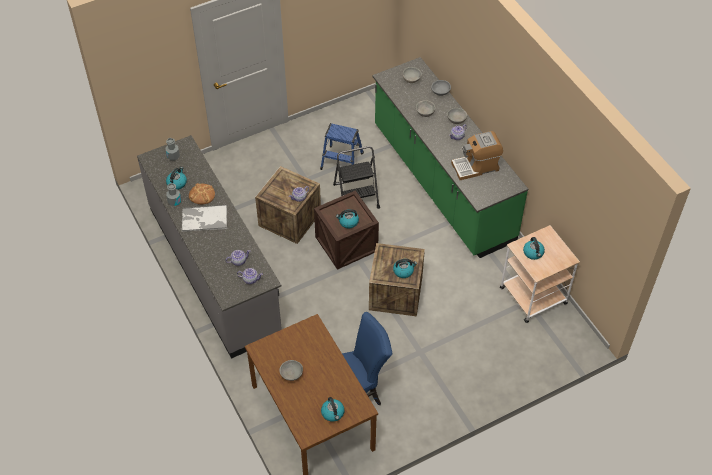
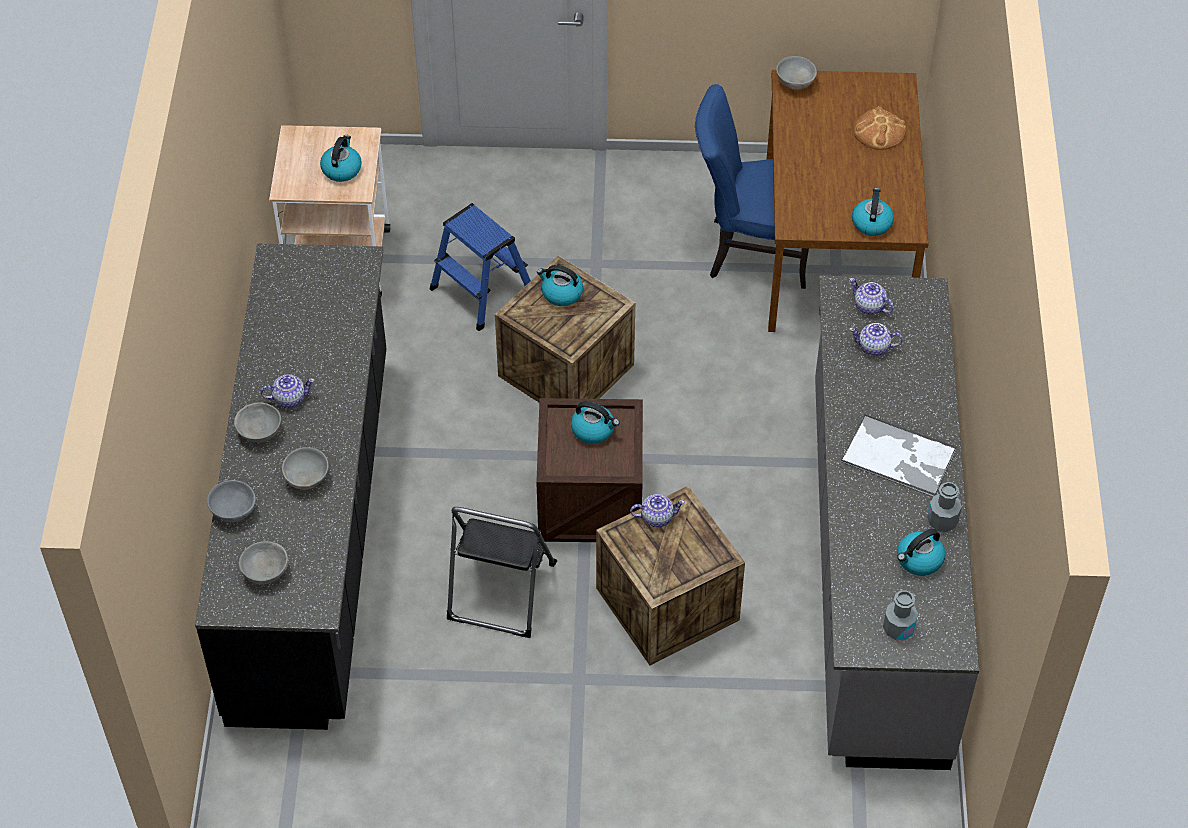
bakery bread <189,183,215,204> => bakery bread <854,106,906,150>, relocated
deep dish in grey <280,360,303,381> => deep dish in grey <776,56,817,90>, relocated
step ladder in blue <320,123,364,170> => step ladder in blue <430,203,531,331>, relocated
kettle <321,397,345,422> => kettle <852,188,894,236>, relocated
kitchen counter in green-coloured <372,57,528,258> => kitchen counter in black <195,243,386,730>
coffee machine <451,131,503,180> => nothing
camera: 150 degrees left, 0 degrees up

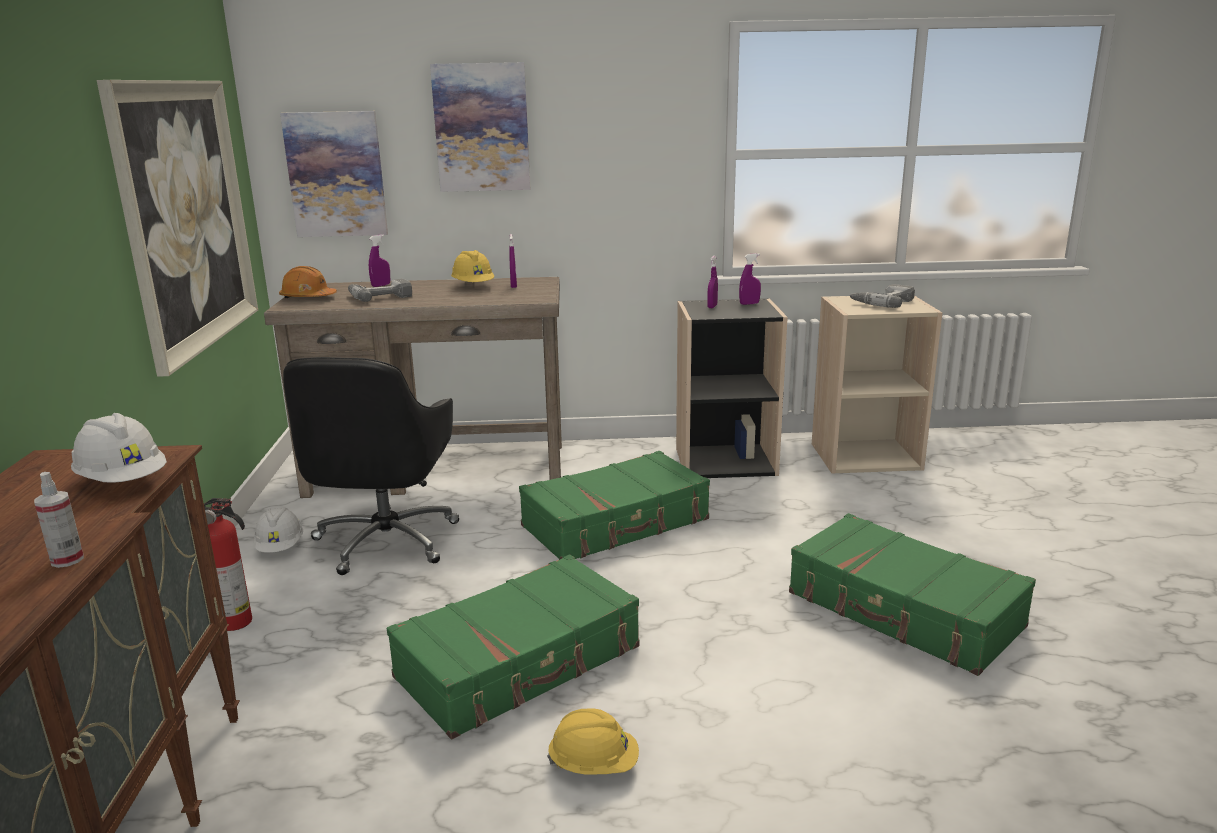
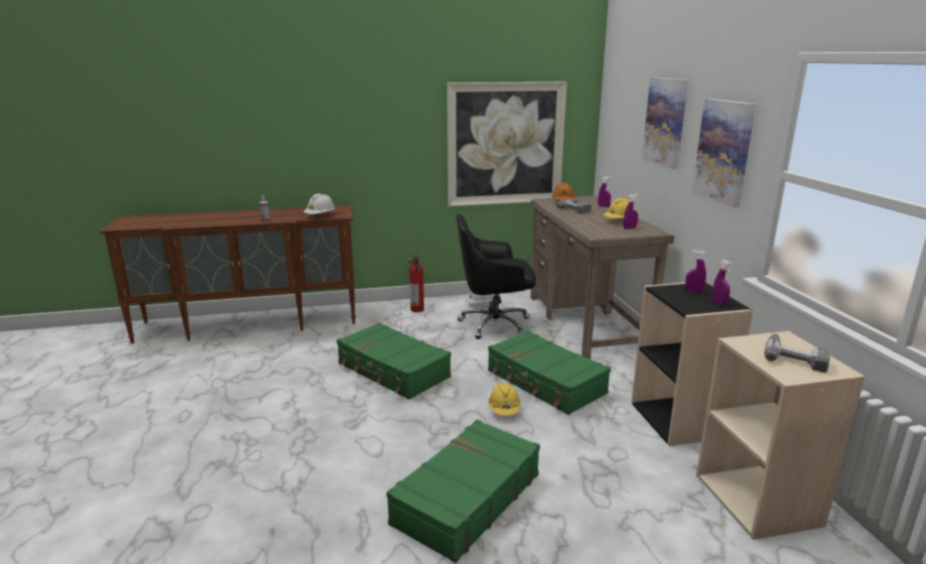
wall art <280,111,388,237> => wall art <692,99,756,207>, relocated
hard hat in yellow <547,709,639,775> => hard hat in yellow <488,383,520,416>, relocated
camera: 80 degrees right, 0 degrees up

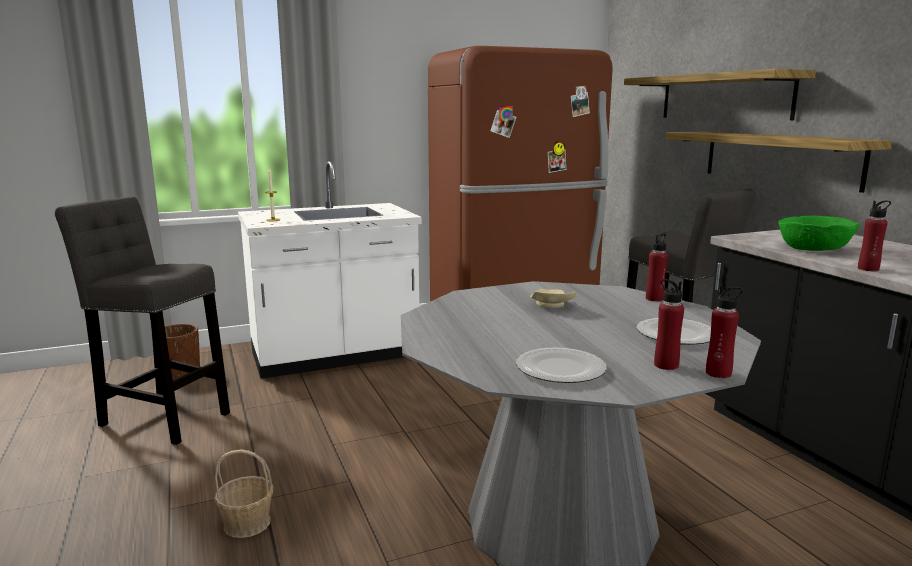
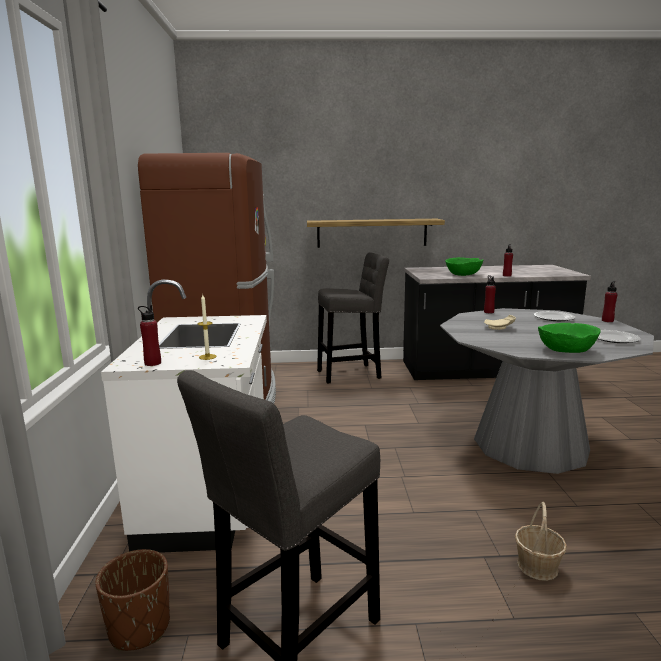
bracket shelf <624,69,816,120> => nothing
drink bottle in red <654,279,684,370> => drink bottle in red <138,305,161,366>, relocated
nothing => deep dish in green-coloured <538,323,601,353>
camera: 70 degrees left, 0 degrees up

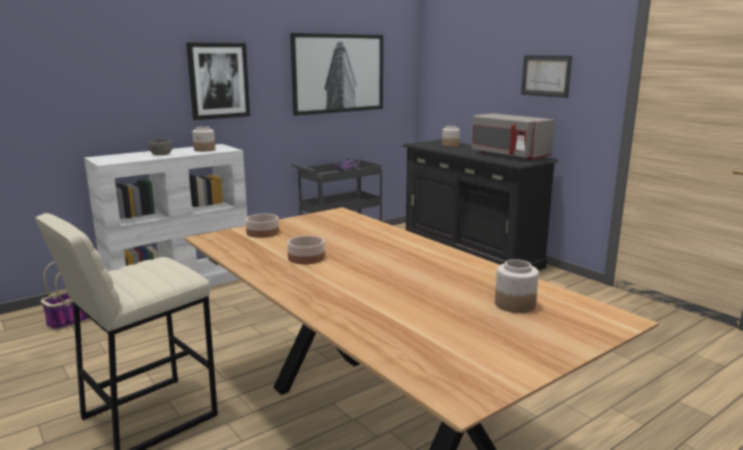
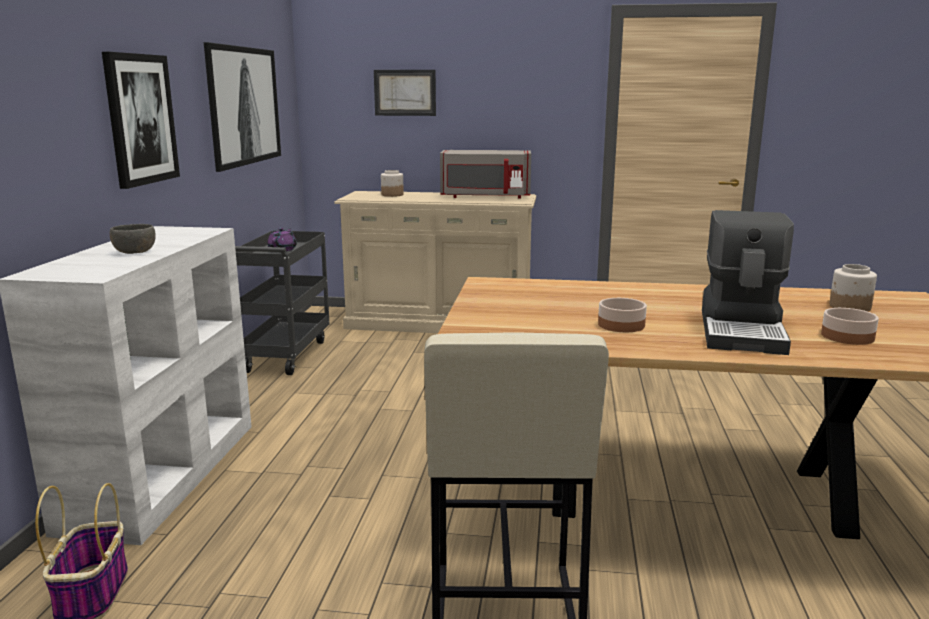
preserve jar <192,126,215,152> => nothing
deep dish <245,214,279,238> => deep dish <821,308,879,345>, relocated
cabinet in black <402,140,558,271> => cabinet in sand-coloured <334,191,536,333>
wall art <521,55,572,98> => wall art <374,70,436,116>, relocated
nothing => coffee machine <702,210,794,355>
camera: 45 degrees left, 0 degrees up

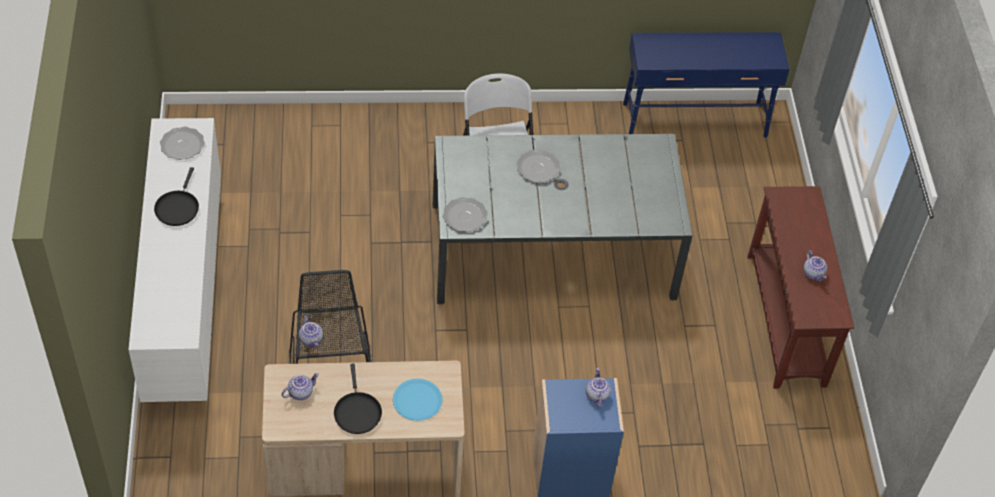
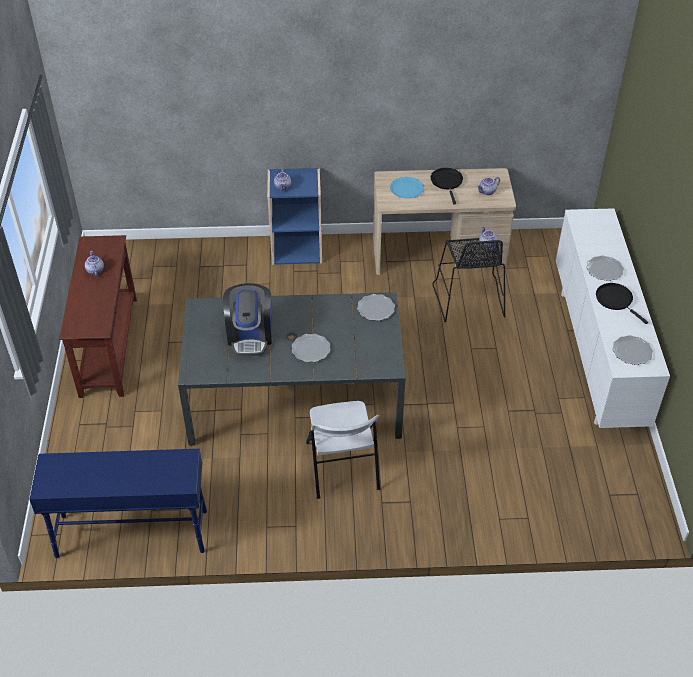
frying pan in black <154,167,199,226> => frying pan in black <596,283,648,324>, 45 degrees counterclockwise
nothing => coffee machine <223,283,272,356>
nothing => dinner plate <586,256,624,281>
camera: 175 degrees left, 5 degrees down

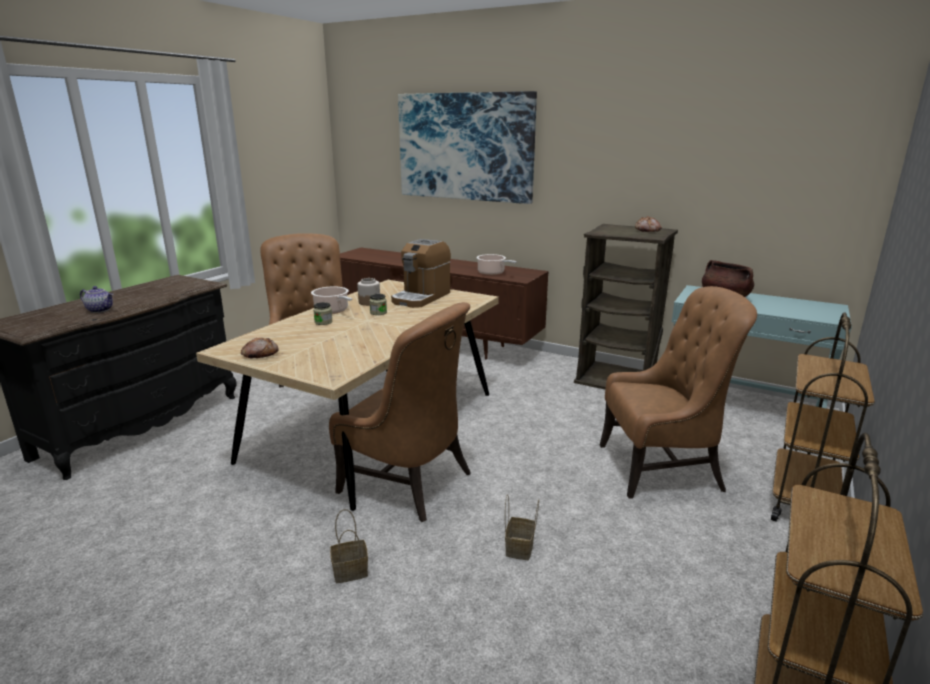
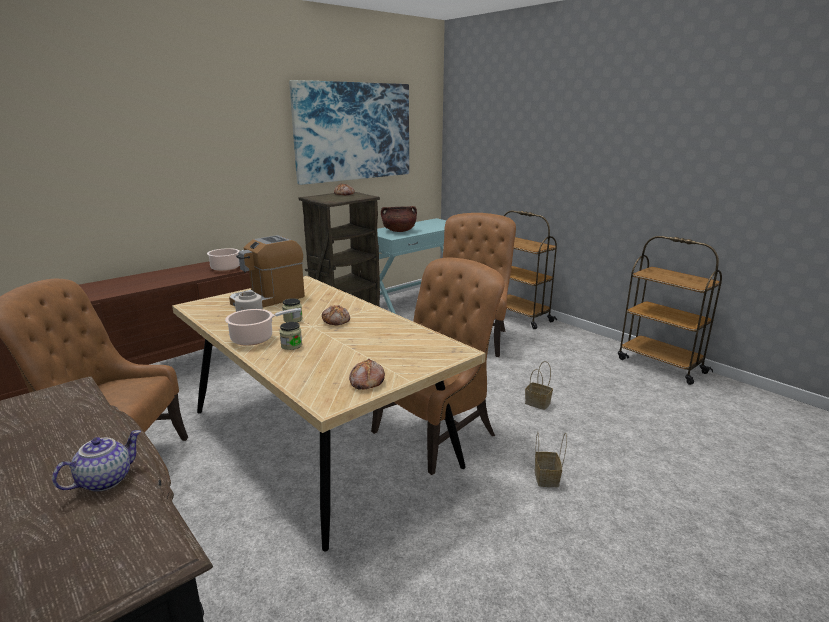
coffee machine <391,239,451,308> => coffee machine <229,235,305,307>, 90 degrees clockwise
wall art <398,91,537,204> => wall art <289,80,409,185>, relocated
nothing => bakery bread <322,305,350,326>
camera: 70 degrees left, 0 degrees up

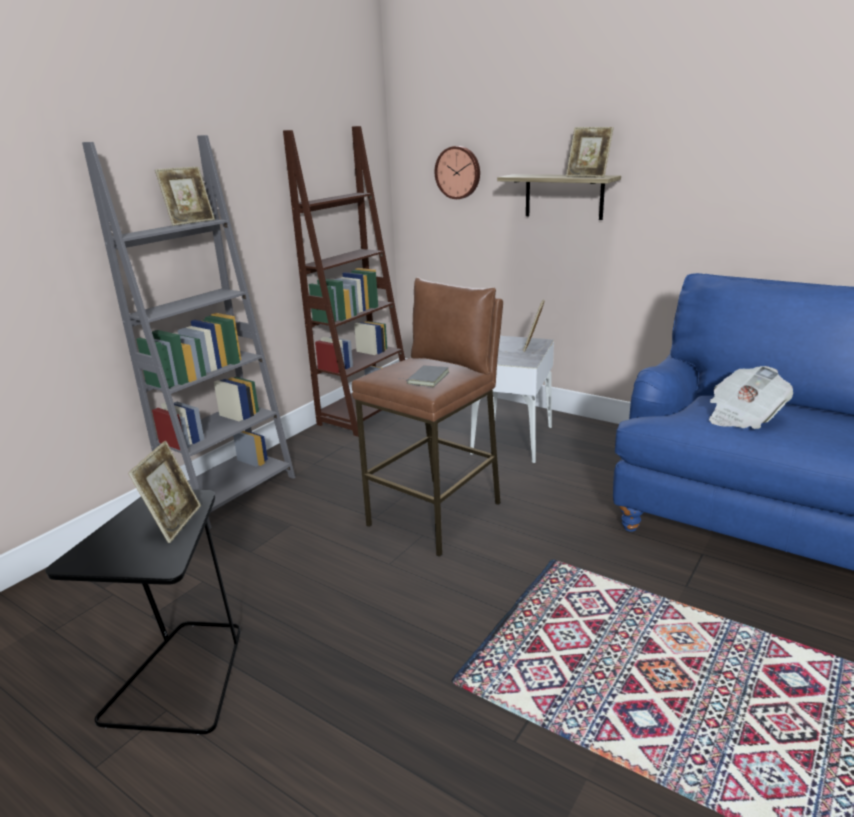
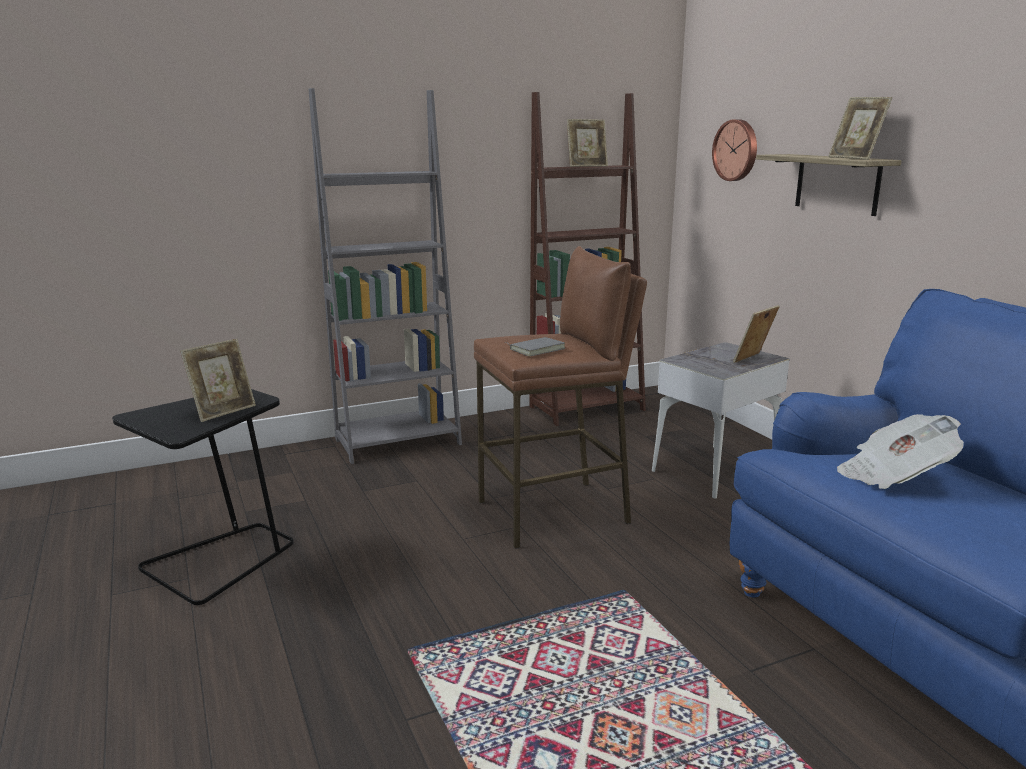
standing frame <155,167,215,226> => standing frame <567,119,608,167>, relocated
camera: 30 degrees right, 5 degrees down

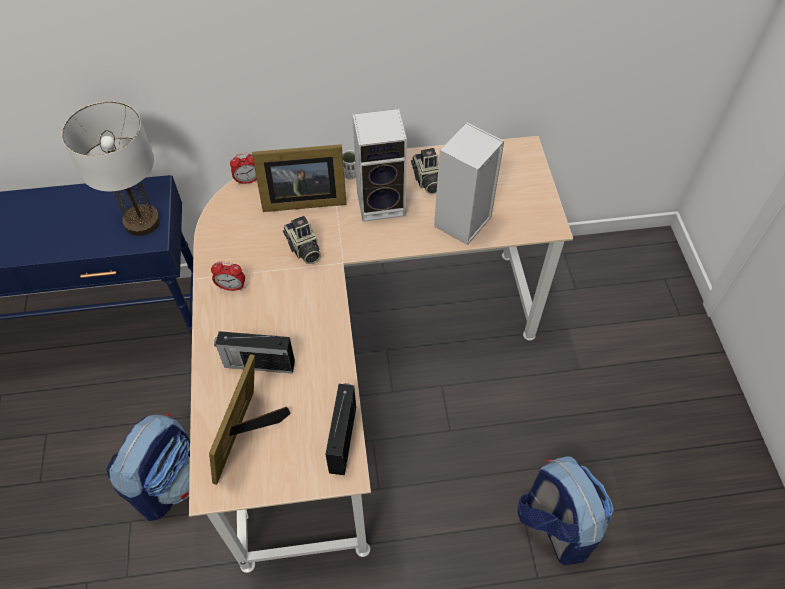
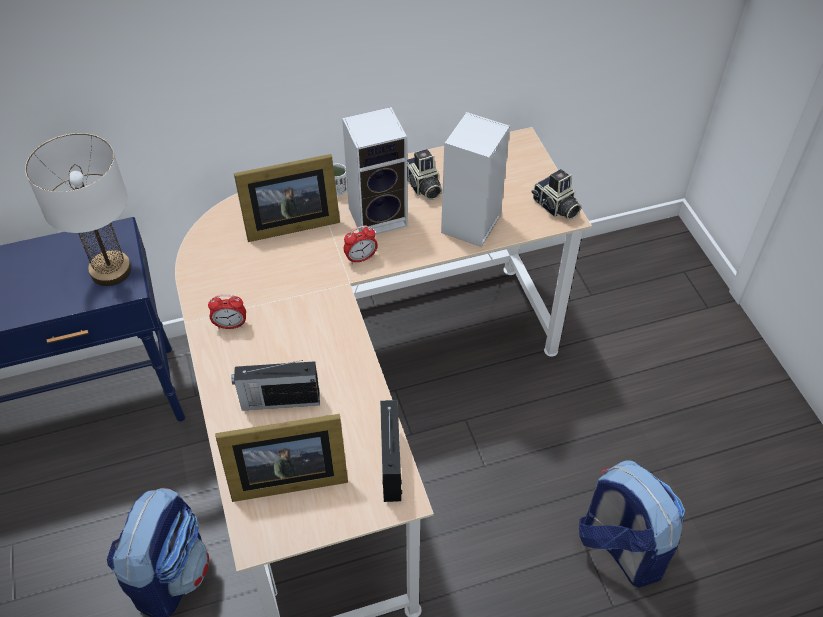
standing frame <209,354,291,485> => standing frame <215,414,348,502>, 105 degrees counterclockwise
bedside clock <230,153,257,185> => bedside clock <344,226,378,264>, relocated
photo camera <283,216,321,264> => photo camera <531,169,581,220>, relocated
camera: 10 degrees left, 5 degrees down

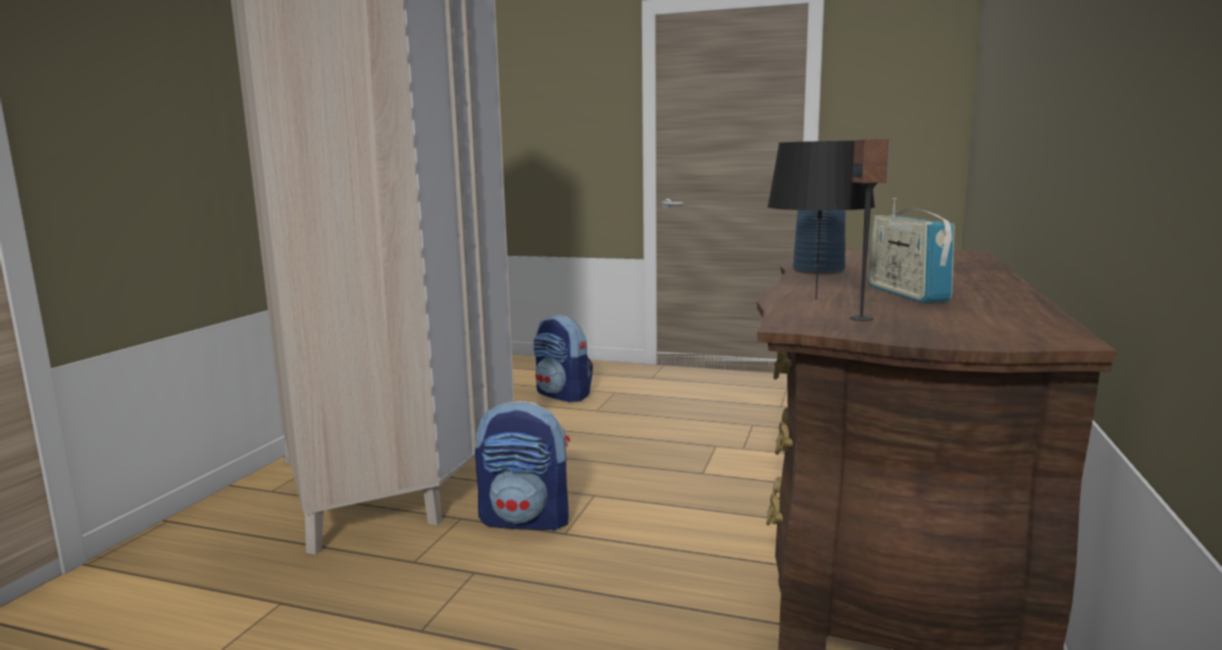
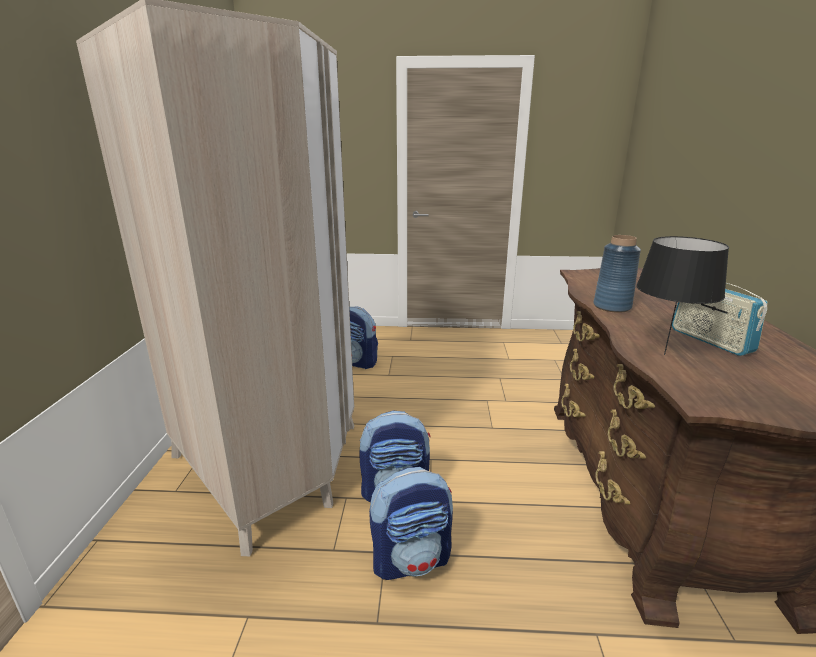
speaker <849,139,890,321> => nothing
nothing => backpack <369,467,453,580>
camera: 15 degrees left, 10 degrees up

